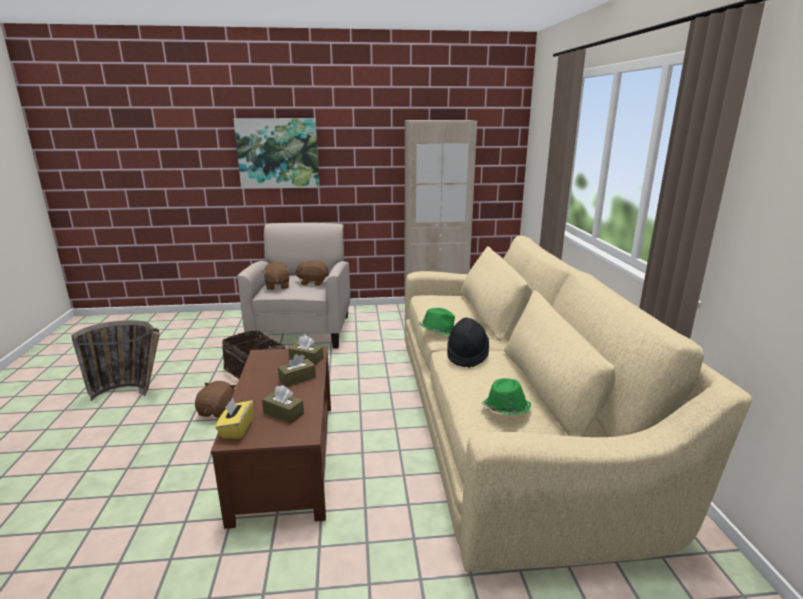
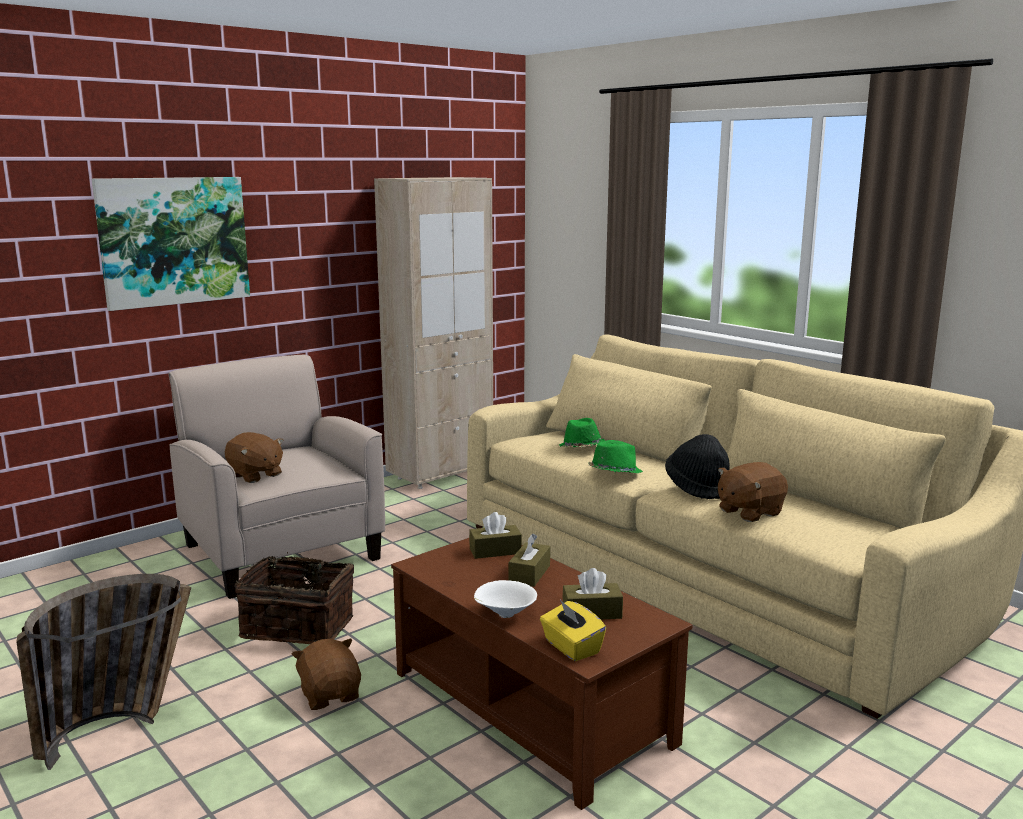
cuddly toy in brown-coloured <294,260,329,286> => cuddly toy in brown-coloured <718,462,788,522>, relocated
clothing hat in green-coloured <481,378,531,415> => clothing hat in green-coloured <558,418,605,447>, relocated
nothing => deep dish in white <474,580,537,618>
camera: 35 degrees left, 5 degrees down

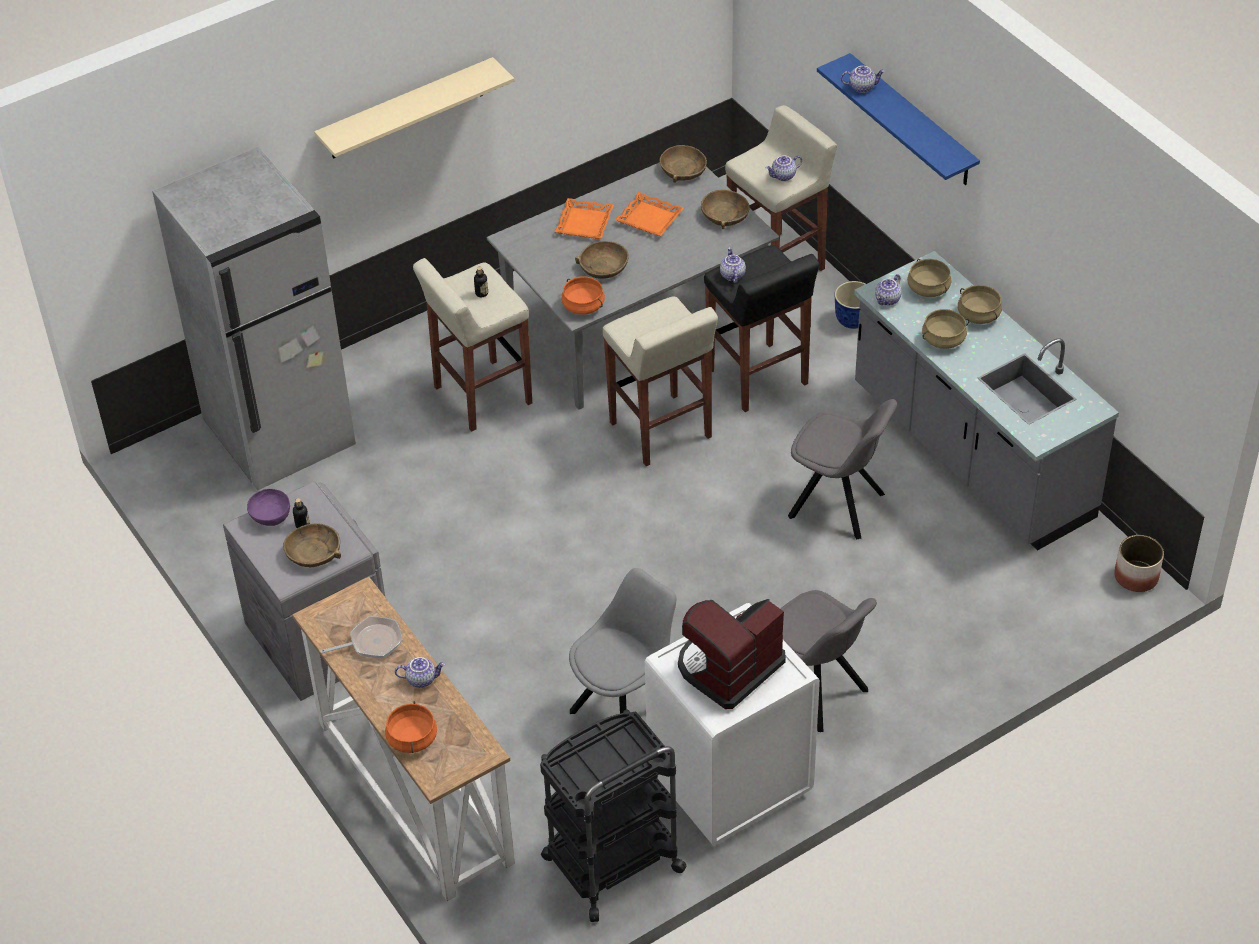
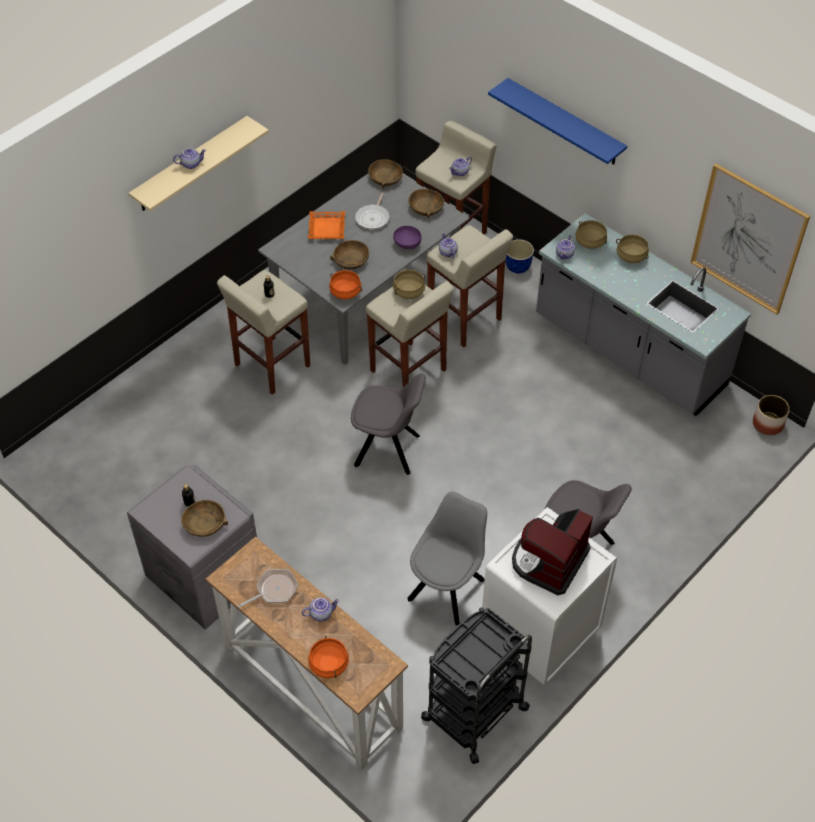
kitchen fridge in grey <152,147,356,491> => nothing
deep dish in purplish <247,489,290,526> => deep dish in purplish <393,226,422,249>, relocated
carrying tray in orange-coloured <615,192,684,236> => frying pan <355,193,389,229>
stool in black <704,245,819,412> => stool in sand-coloured <427,225,513,347>
plain chair in grey <788,399,897,539> => plain chair in grey <351,373,426,475>, relocated
teapot <841,66,885,93> => teapot <173,148,206,169>, relocated
stockpot in sand-coloured <922,309,970,349> => stockpot in sand-coloured <393,270,425,299>, relocated
nothing => wall art <690,163,810,314>
camera: 15 degrees left, 5 degrees up

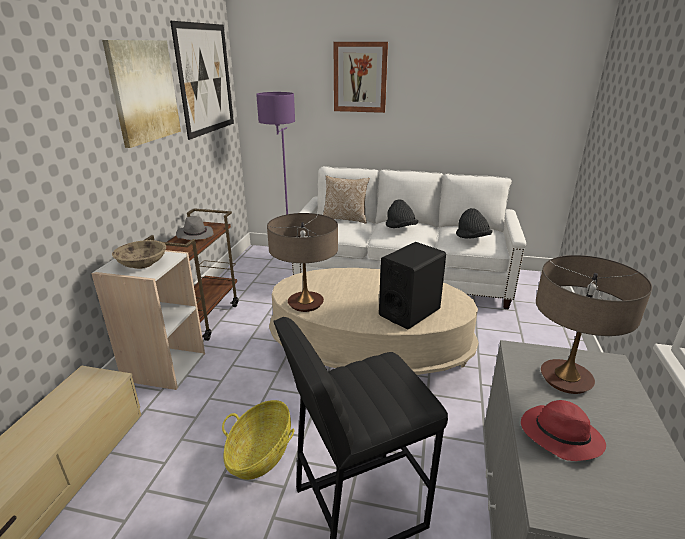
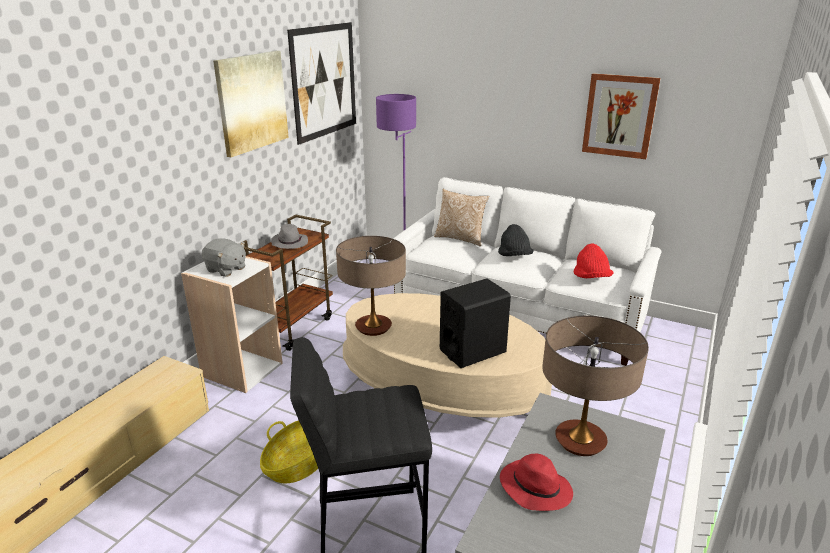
deep dish in sand-coloured <112,240,166,269> => cuddly toy in grey <201,238,246,277>
wall art <333,42,388,113> => wall art <582,73,661,159>, relocated
clothing hat in black <456,208,492,239> => clothing hat in red <574,244,613,278>
camera: 15 degrees right, 0 degrees up

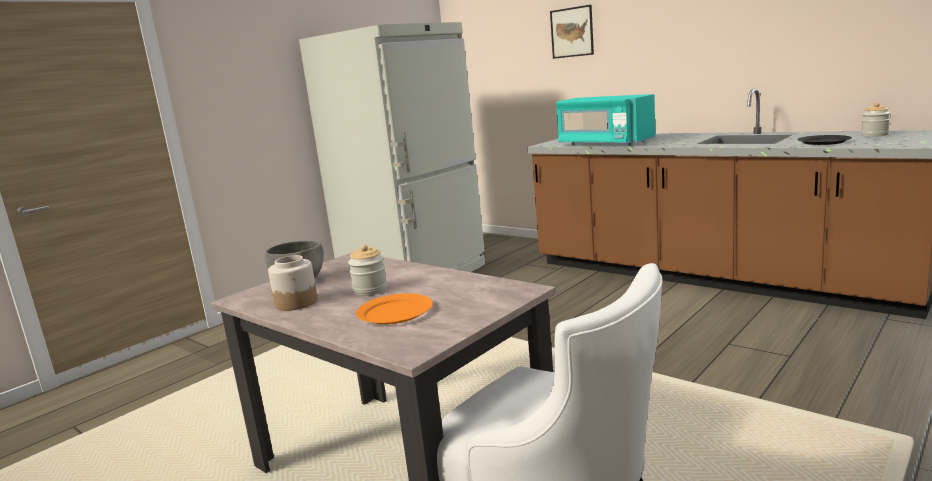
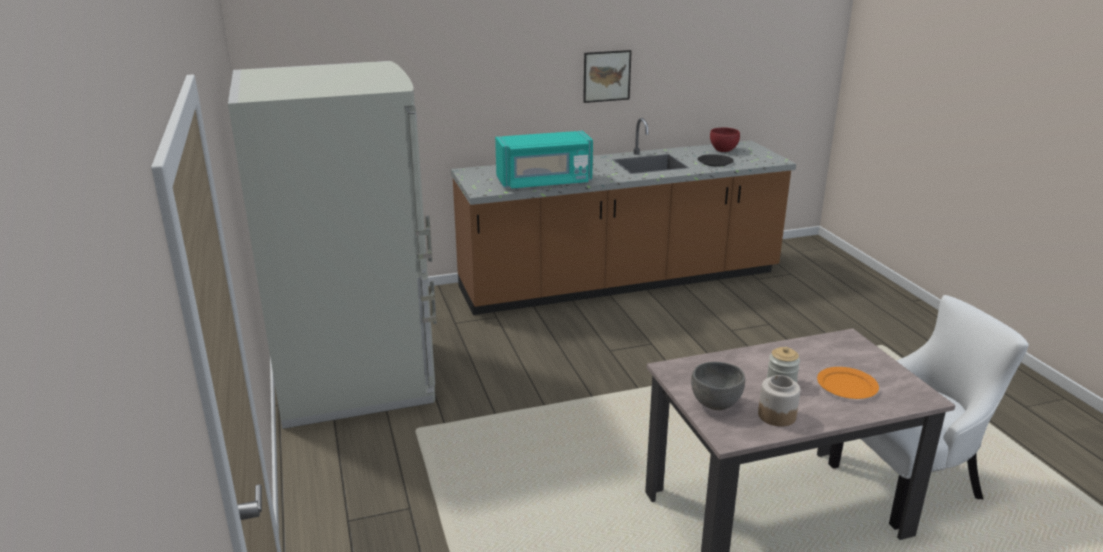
wall art <550,5,594,59> => wall art <583,50,632,103>, relocated
preserve jar <861,103,890,137> => deep dish in red <710,127,740,152>
camera: 60 degrees left, 10 degrees up

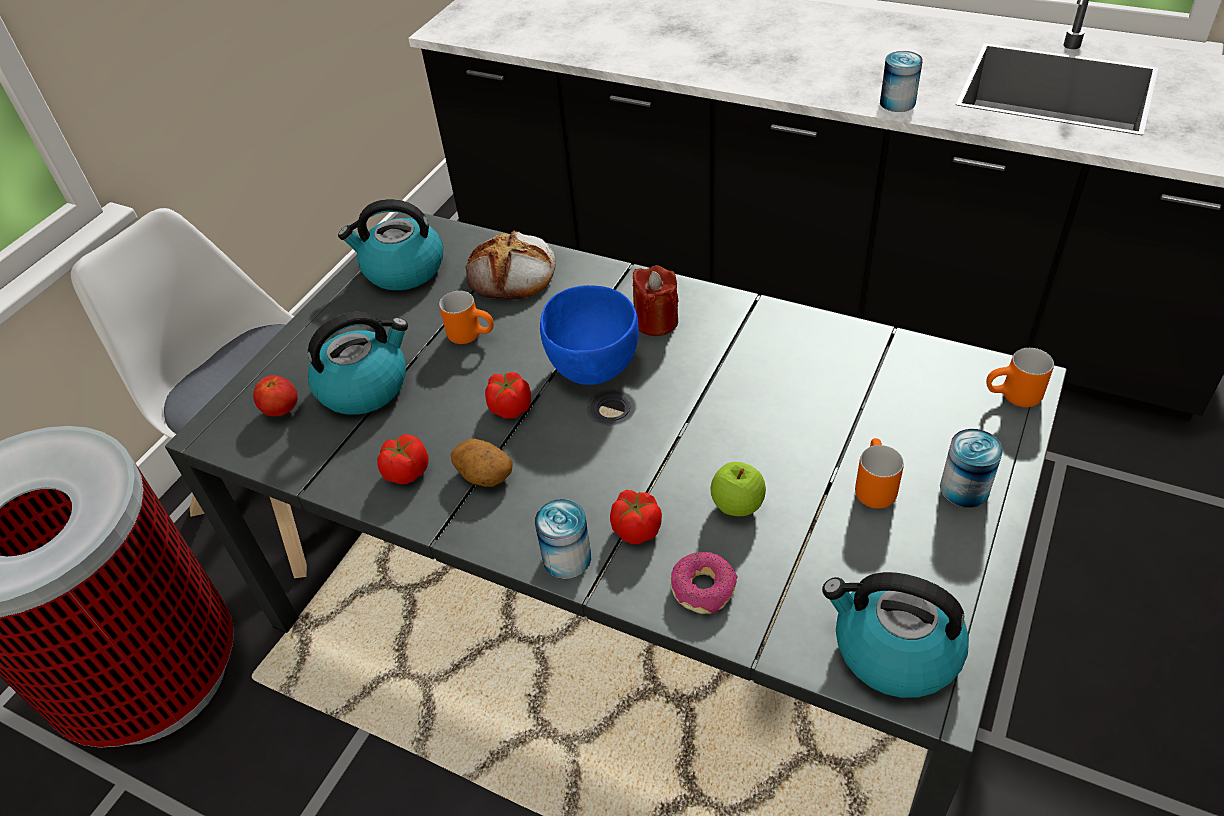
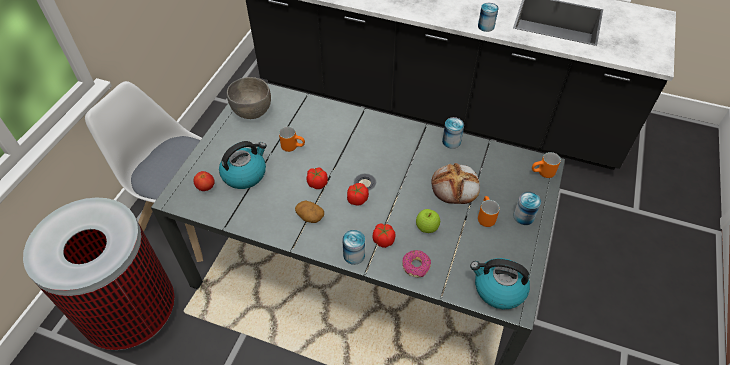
kettle <338,199,443,290> => deep dish in grey <227,77,271,119>
tomato <377,434,429,484> => tomato <347,183,369,206>, relocated
bakery bread <465,231,556,299> => bakery bread <431,163,480,204>, relocated
deep dish in blue <540,285,639,385> => nothing
wax light in red <633,265,679,336> => nothing
nothing => metal can <442,117,464,149>
camera: 10 degrees left, 5 degrees up

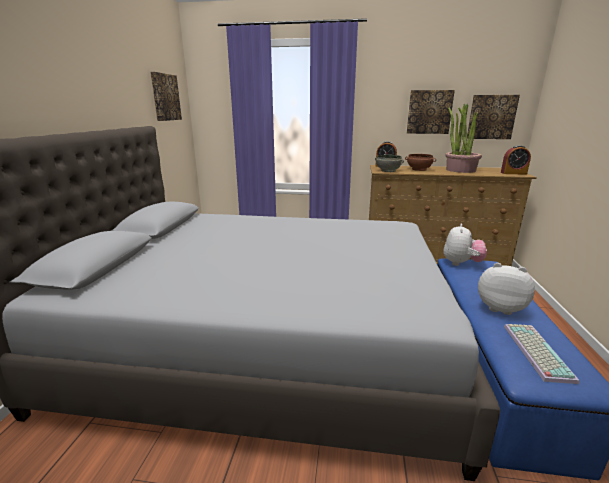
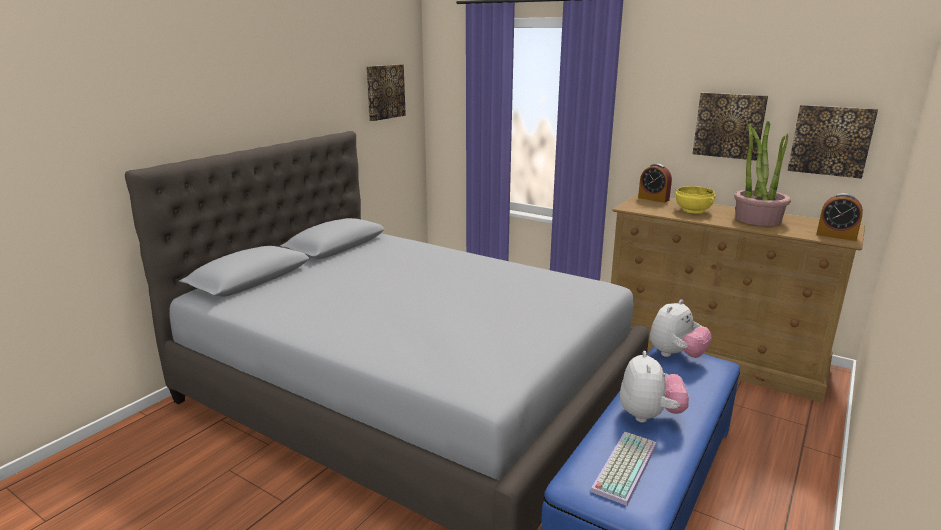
deep dish in grey <375,155,404,172> => nothing
deep dish in brown-coloured <405,154,436,171> => deep dish in yellow <676,186,715,214>
cuddly toy <478,263,535,315> => cuddly toy <620,351,689,423>, 45 degrees clockwise
camera: 25 degrees right, 0 degrees up

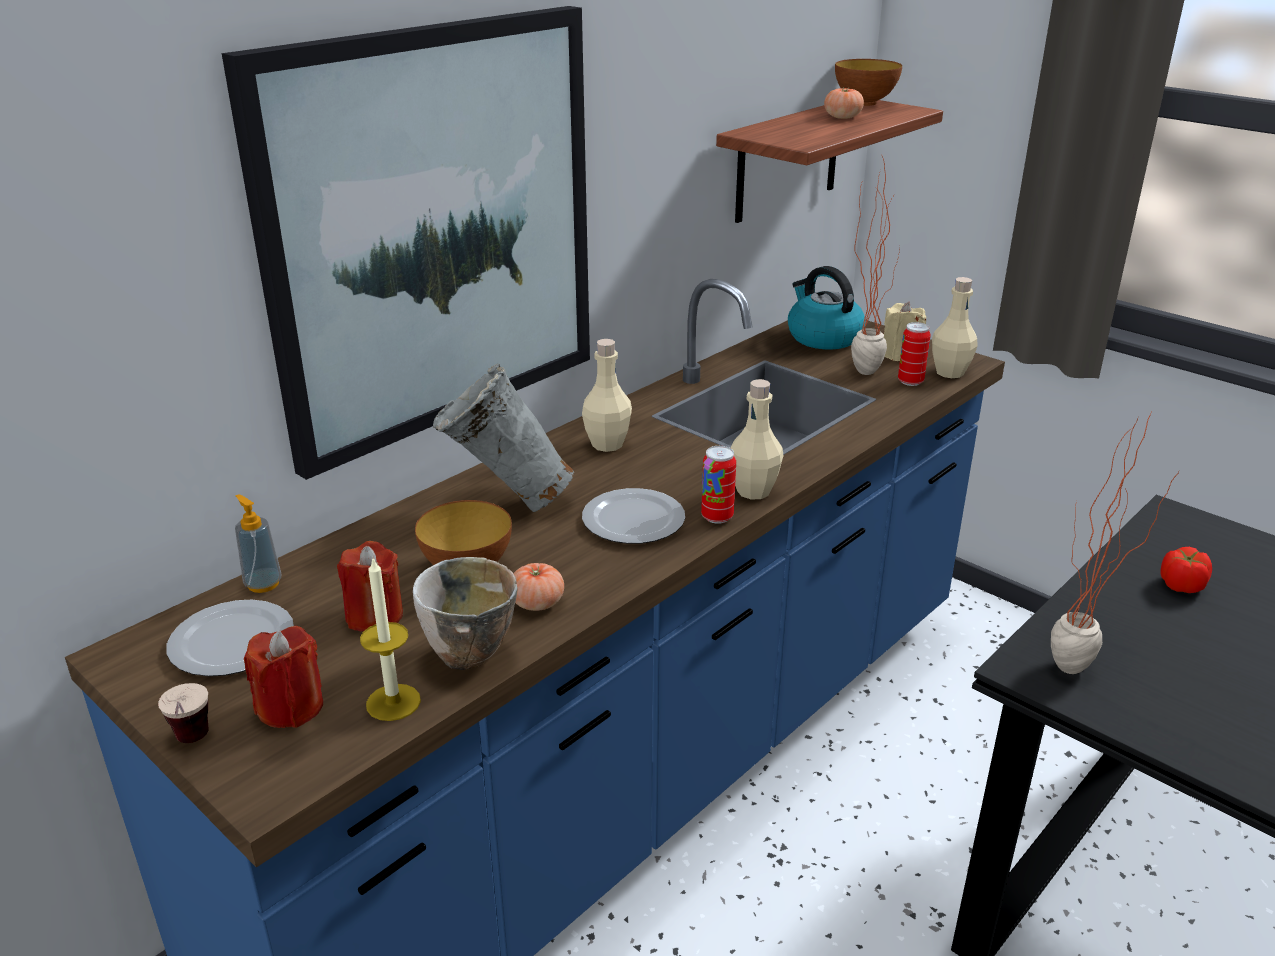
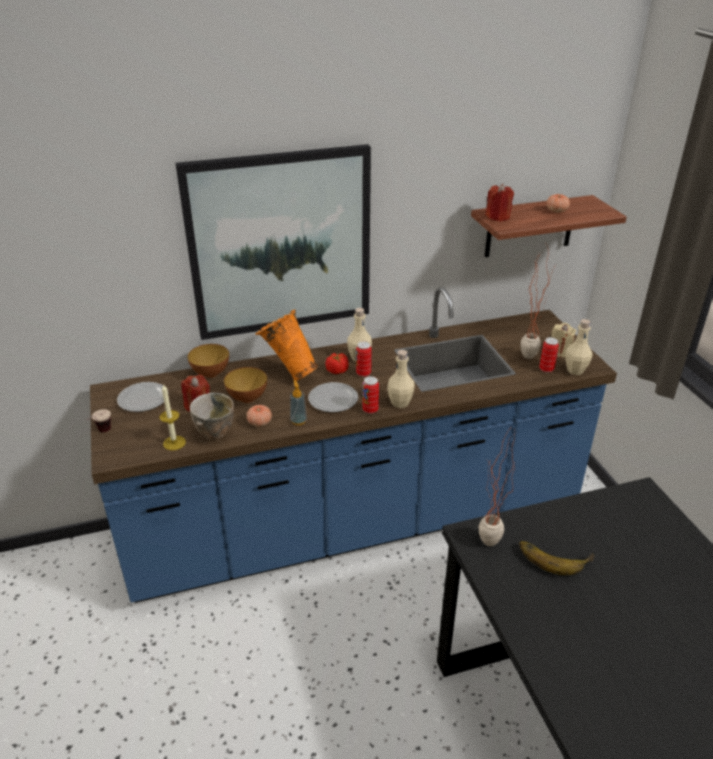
soap dispenser <235,494,282,593> => soap dispenser <290,380,307,425>, relocated
wax light in red <244,626,323,728> => wax light in red <485,184,514,221>, relocated
decorative vase in grey <433,364,574,512> => decorative vase in orange-coloured <255,310,318,381>
kettle <788,266,866,350> => nothing
deep dish <835,59,902,106> => deep dish <188,344,229,378>, relocated
tomato <1161,547,1212,593> => tomato <326,353,348,374>, relocated
nothing => metal can <356,341,372,377>
nothing => banana fruit <519,541,594,575>
camera: 30 degrees right, 5 degrees up

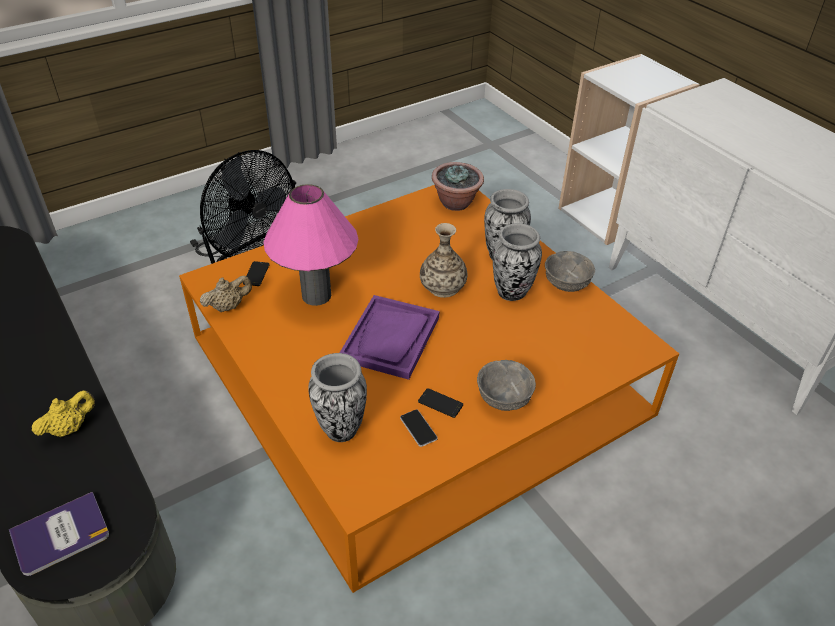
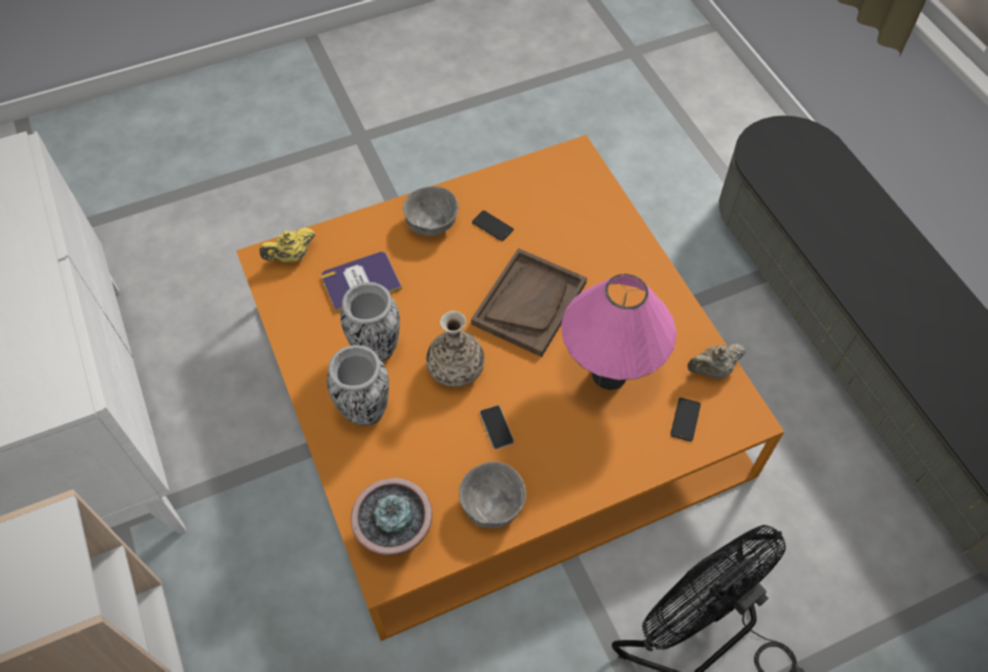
volume <9,492,109,576> => volume <321,252,402,312>, relocated
teapot in yellow <32,390,95,437> => teapot in yellow <260,228,315,263>, relocated
decorative vase <308,353,367,442> => nothing
carrying tray in purplish <340,295,439,380> => carrying tray in brown-coloured <471,248,587,357>
phone <400,410,438,447> => phone <480,405,514,449>, relocated
deep dish in grey <545,251,595,292> => deep dish in grey <459,462,526,528>, relocated
camera: 170 degrees left, 15 degrees up

